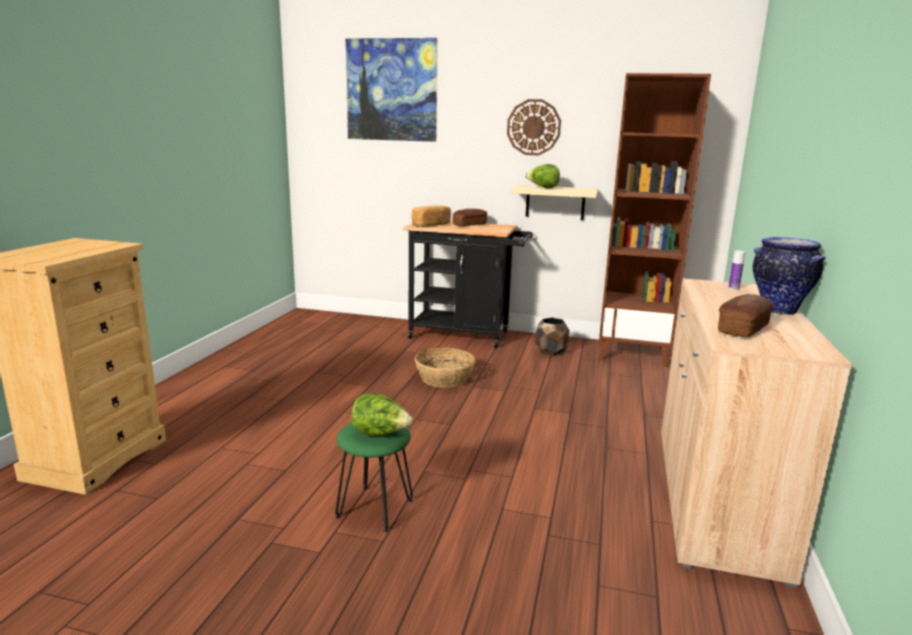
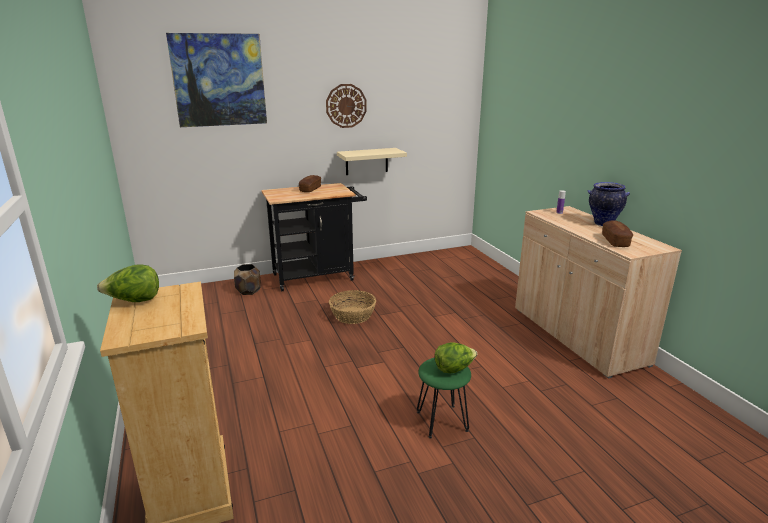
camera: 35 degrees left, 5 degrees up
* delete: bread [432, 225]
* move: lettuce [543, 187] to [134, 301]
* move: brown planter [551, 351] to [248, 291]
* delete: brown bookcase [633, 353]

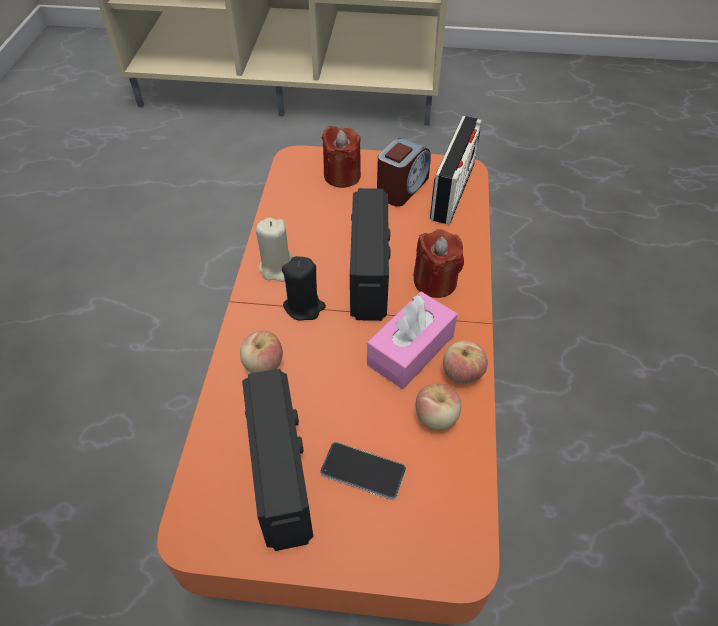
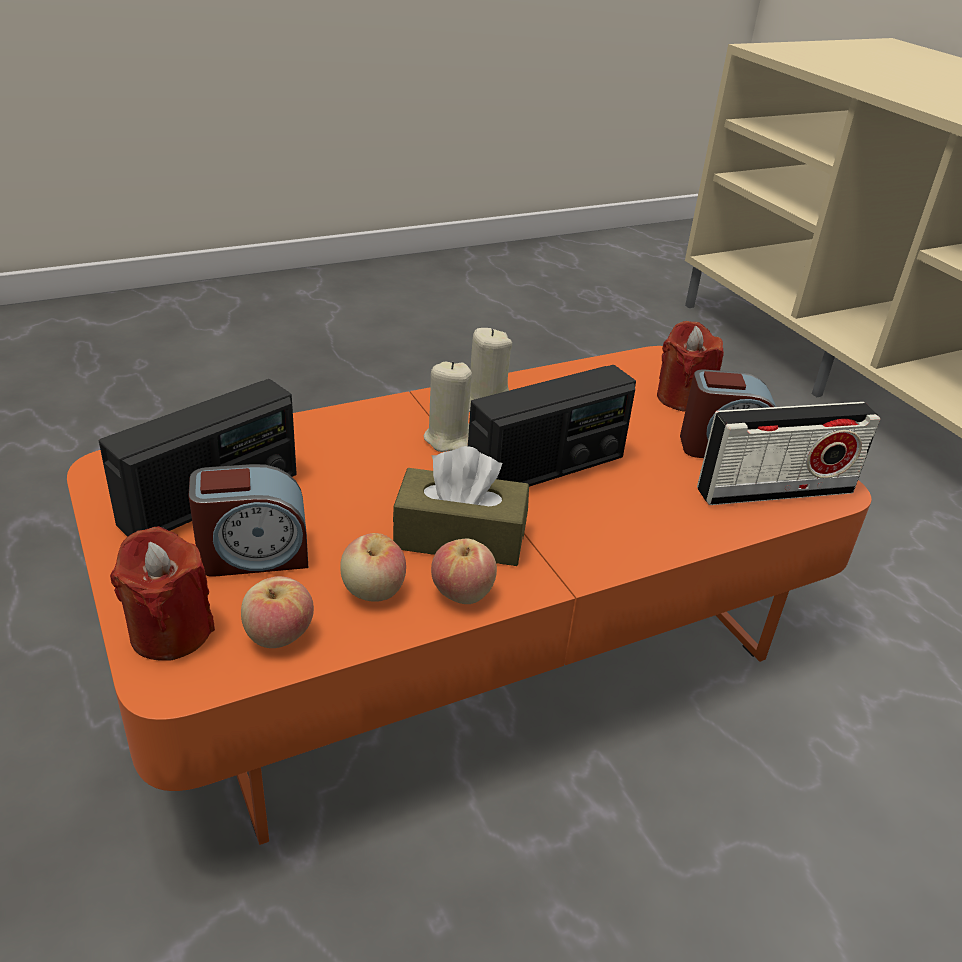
camera: 55 degrees right, 15 degrees down
* move: apple [263, 365] to [278, 635]
* recolor: black candle [304, 307] to beige candle [449, 439]
* replace: phone [363, 471] to alarm clock [253, 555]
* recolor: pink tissue box [410, 350] to brown tissue box [460, 537]
* move: red candle [435, 282] to [170, 632]

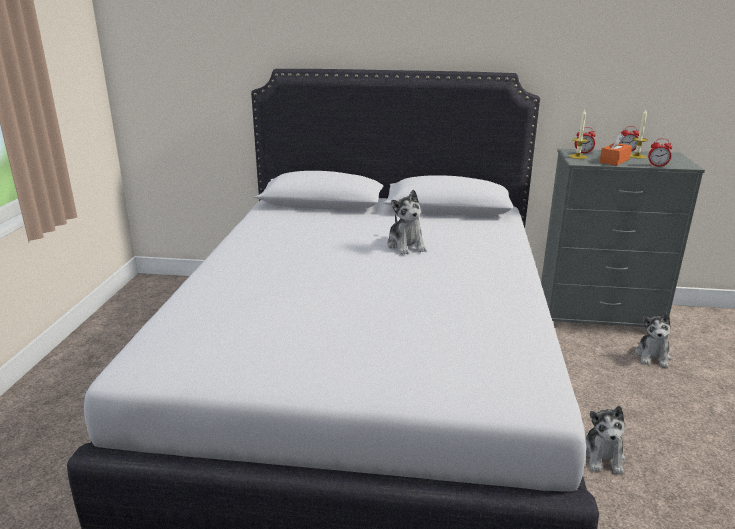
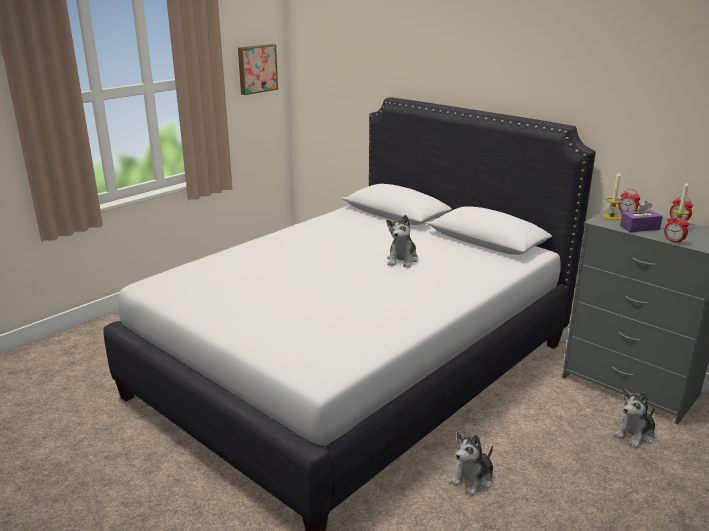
camera: 35 degrees right, 0 degrees up
* recolor: orange tissue box [614, 161] to purple tissue box [639, 228]
* insert: picture [256, 69]

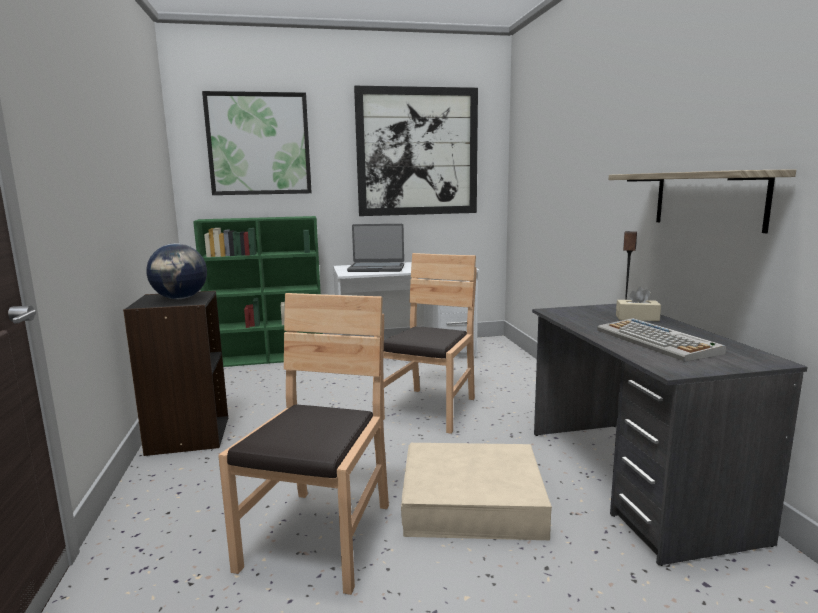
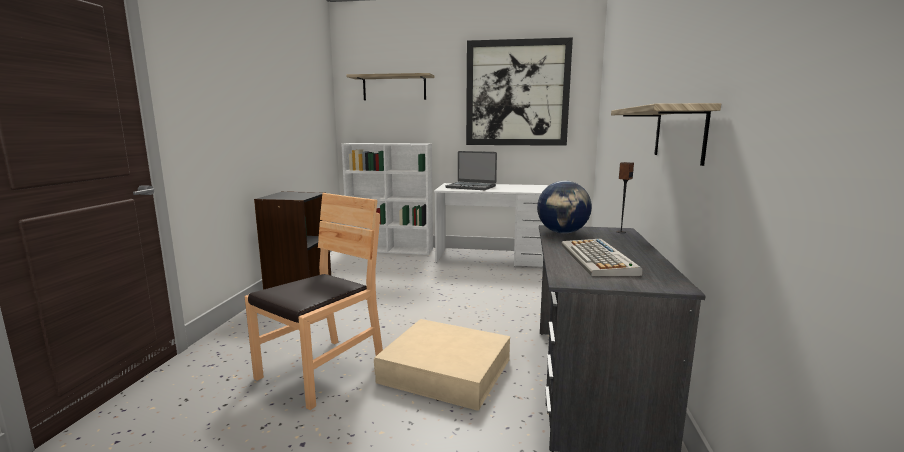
camera: 20 degrees right, 0 degrees up
* move: globe [180, 298] to [562, 233]
* recolor: green bookcase [269, 358] to white bookcase [391, 250]
* replace: picture [259, 144] to shelf [394, 88]
* delete: brown chair [429, 409]
* delete: beige tissue box [637, 318]

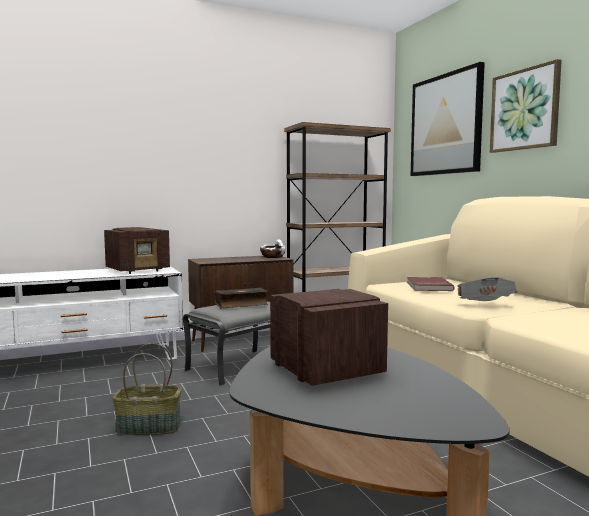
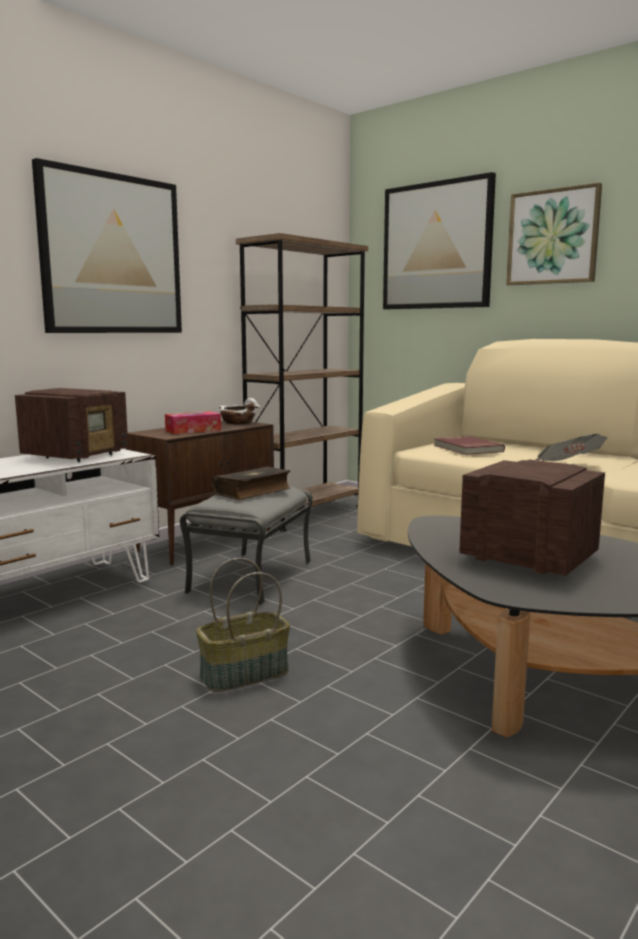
camera: 25 degrees left, 5 degrees up
* insert: picture [112, 255]
* insert: tissue box [193, 430]

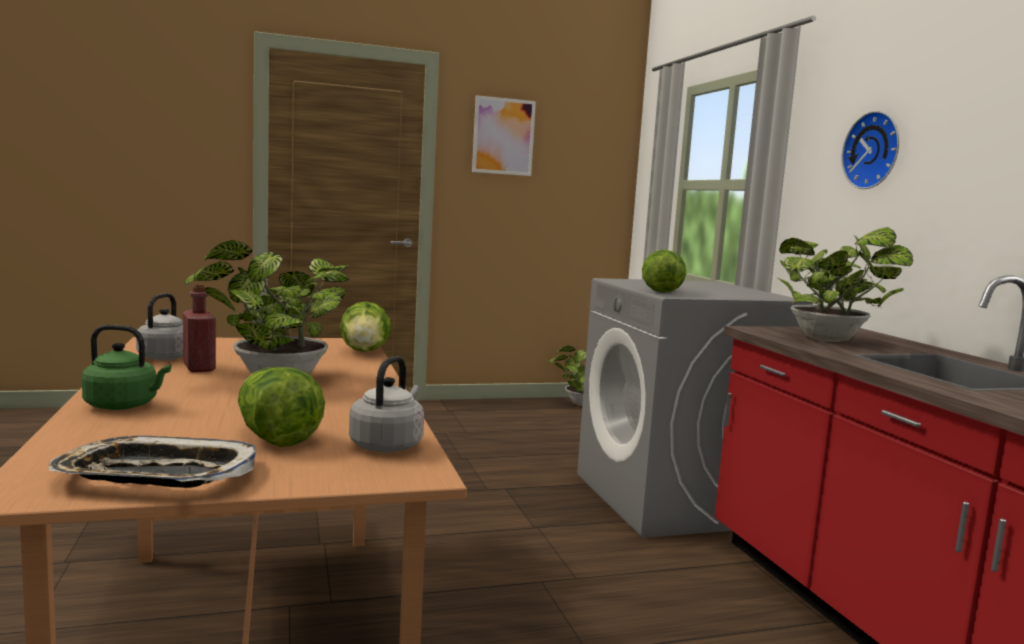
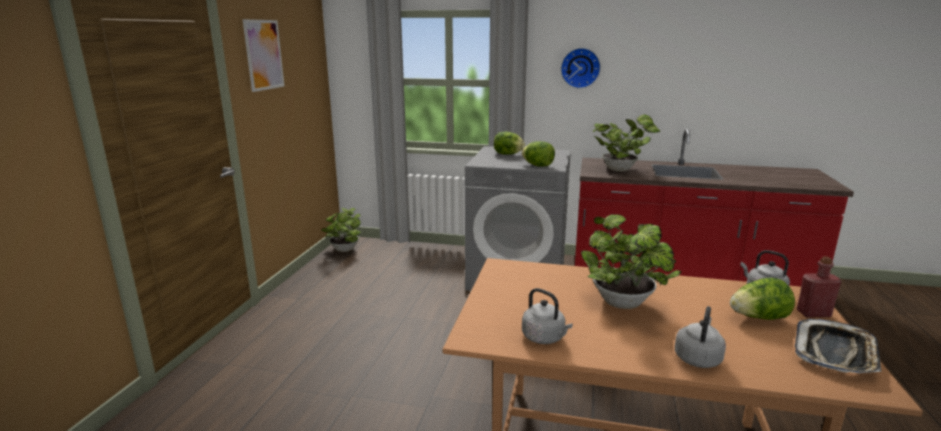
camera: 60 degrees left, 10 degrees up
* recolor: green kettle [125, 406] to grey kettle [698, 358]
* move: red bottle [199, 368] to [813, 313]
* move: lettuce [364, 351] to [508, 154]

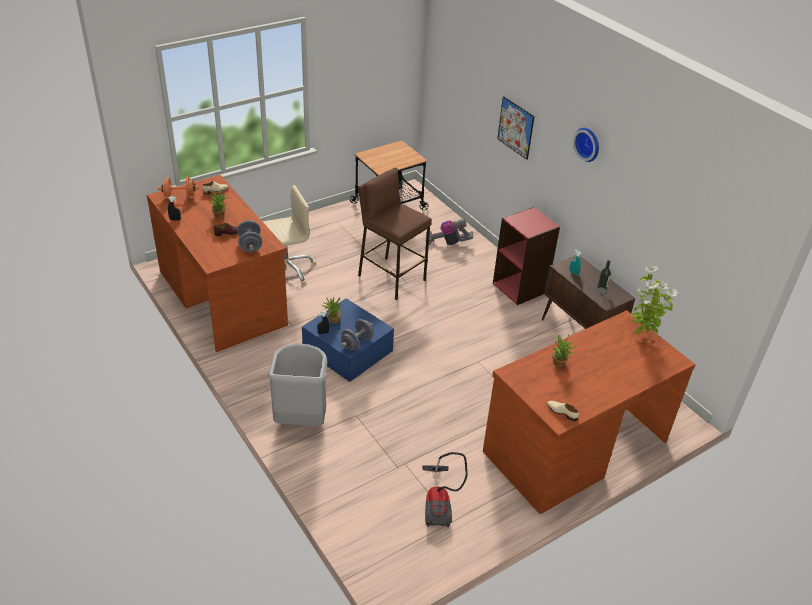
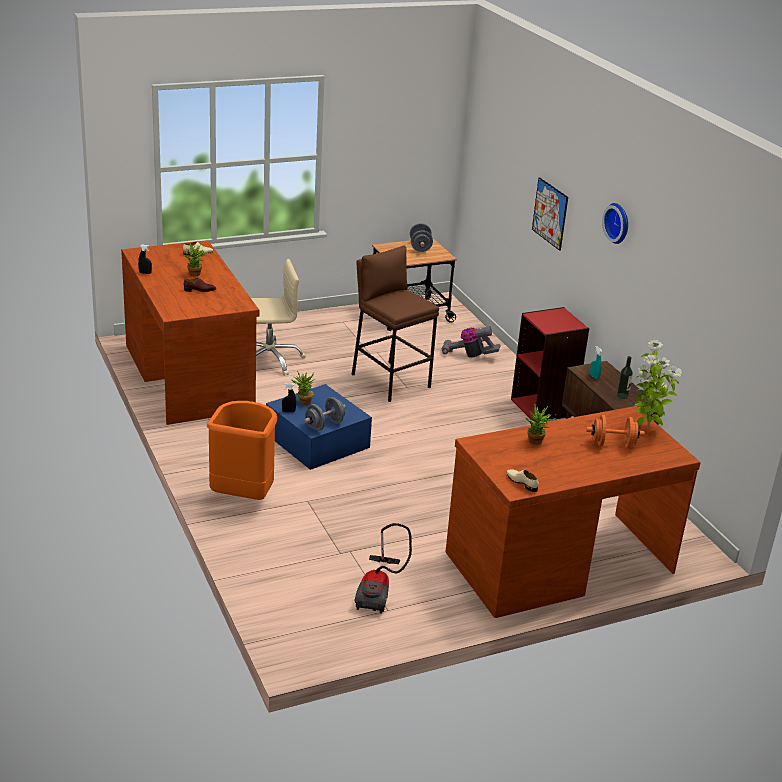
camera: 10 degrees right, 10 degrees down
* move: orange dumbbell [179, 197] to [613, 444]
* move: grey dumbbell [250, 245] to [420, 247]
* recolor: grey trash can [301, 419] to orange trash can [243, 496]

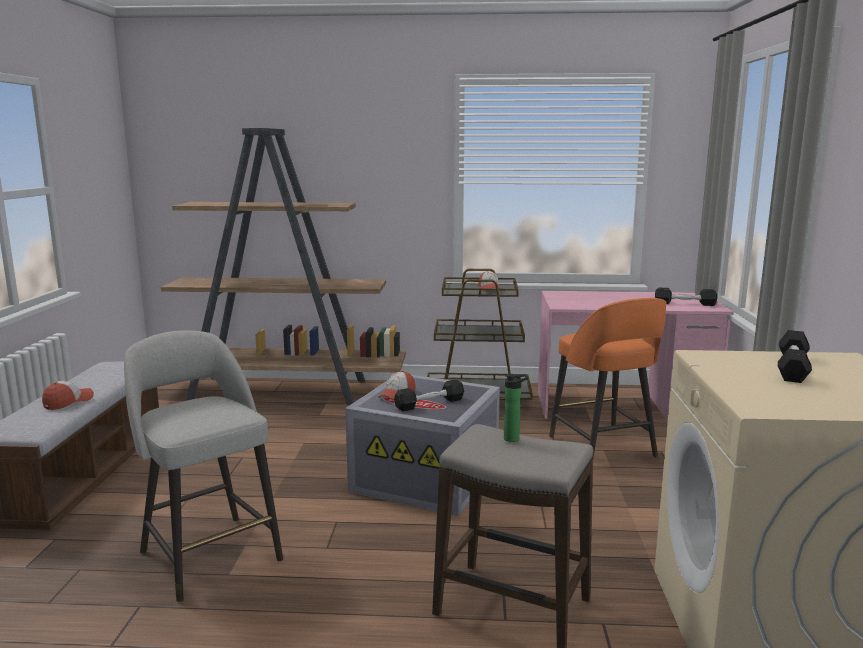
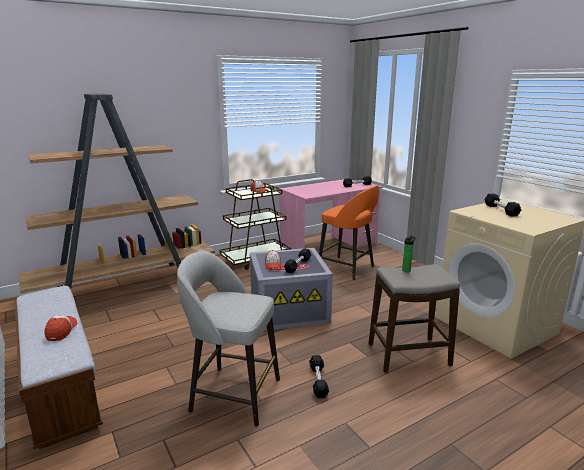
camera: 35 degrees left, 5 degrees up
* insert: black dumbbell [318, 381]

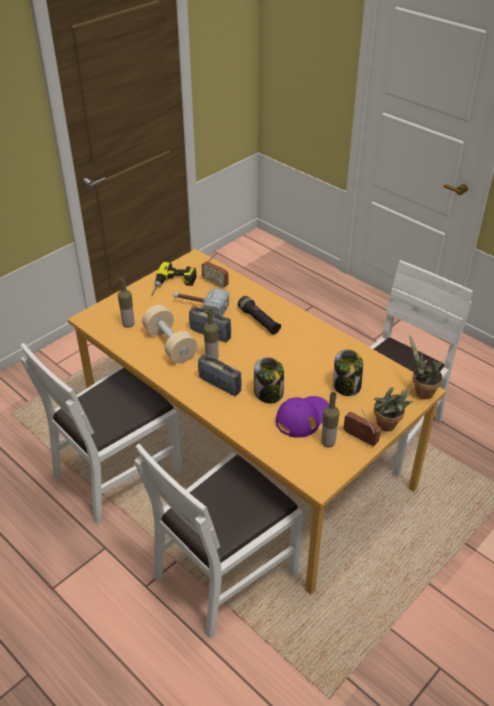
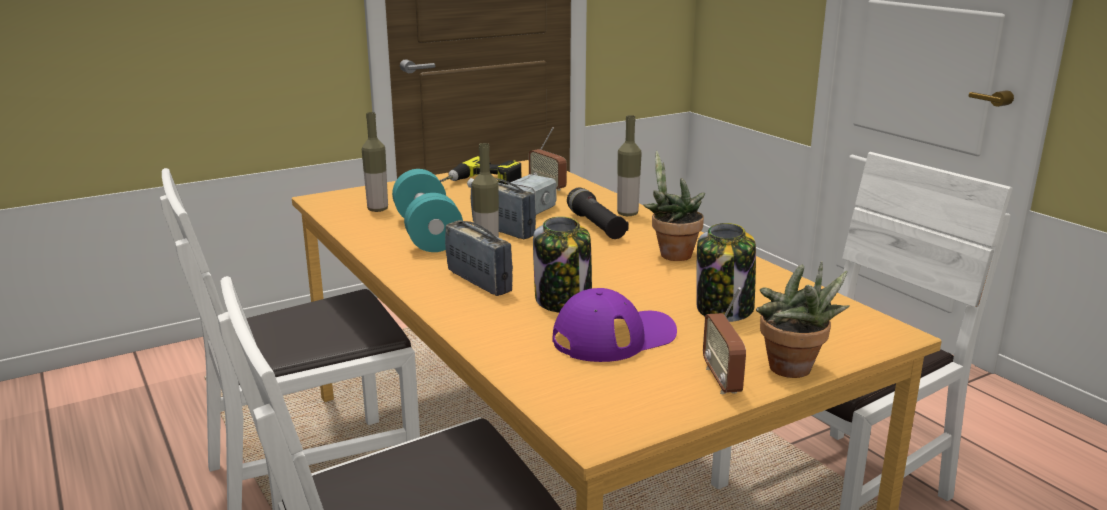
camera: 15 degrees right, 20 degrees down
* recolor: beige dumbbell [170, 344] to turquoise dumbbell [427, 233]
* move: bottle [328, 442] to [627, 214]
* rotate: radio [360, 438] = [722, 380] 150 degrees counterclockwise
* move: potted plant [421, 392] to [671, 254]

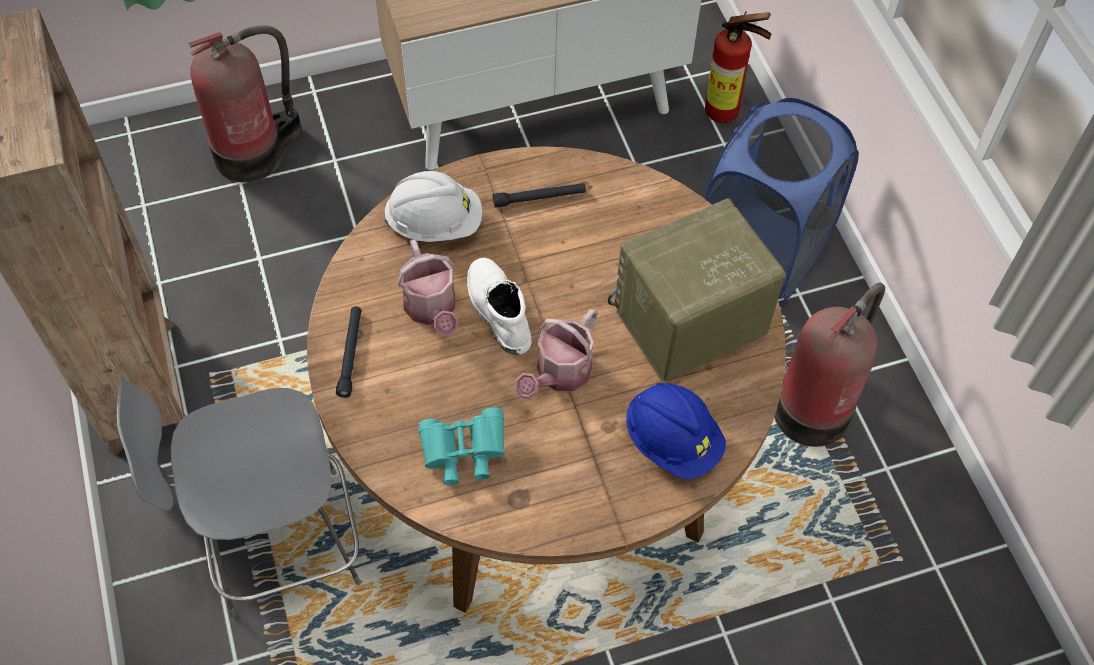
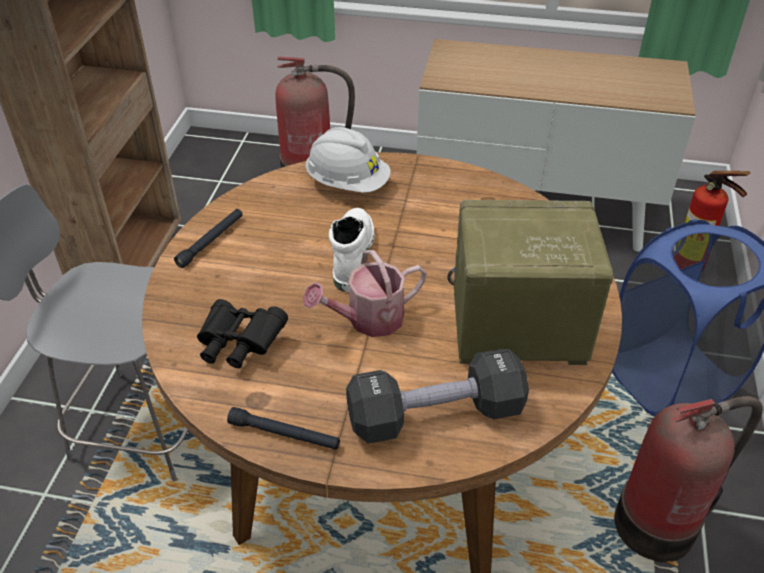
camera: 30 degrees right, 15 degrees down
* delete: watering can [432, 309]
* recolor: turquoise binoculars [463, 454] to black binoculars [239, 345]
* move: black flashlight [539, 198] to [284, 434]
* replace: blue hard hat [672, 441] to black dumbbell [435, 414]

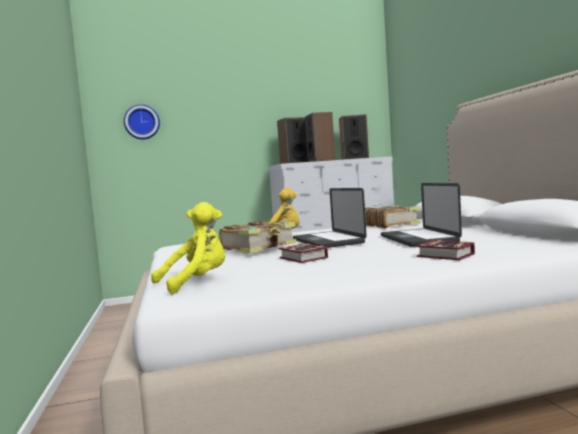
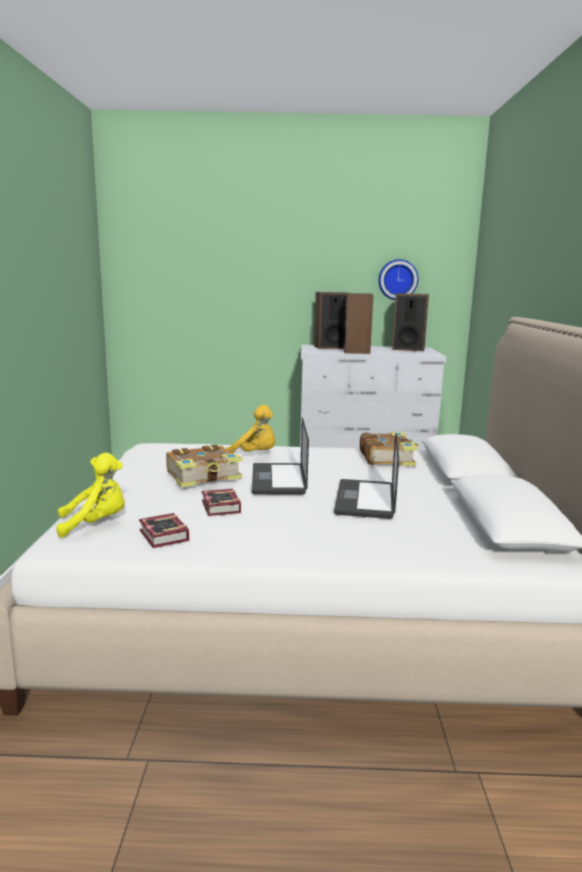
camera: 15 degrees right, 10 degrees up
* move: wall clock [142, 122] to [397, 280]
* move: book [447, 256] to [163, 536]

